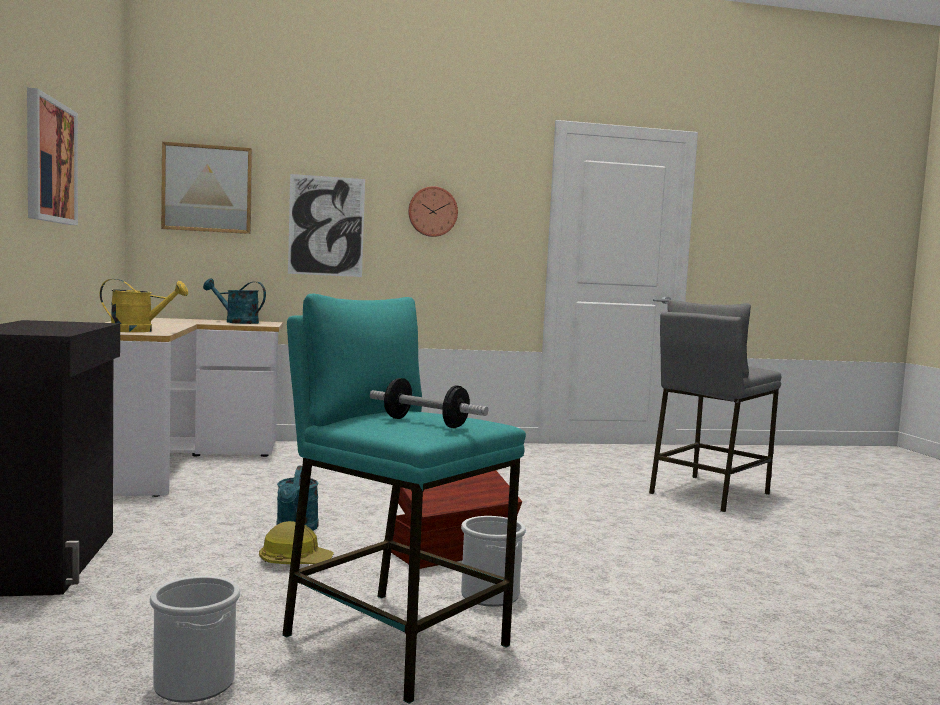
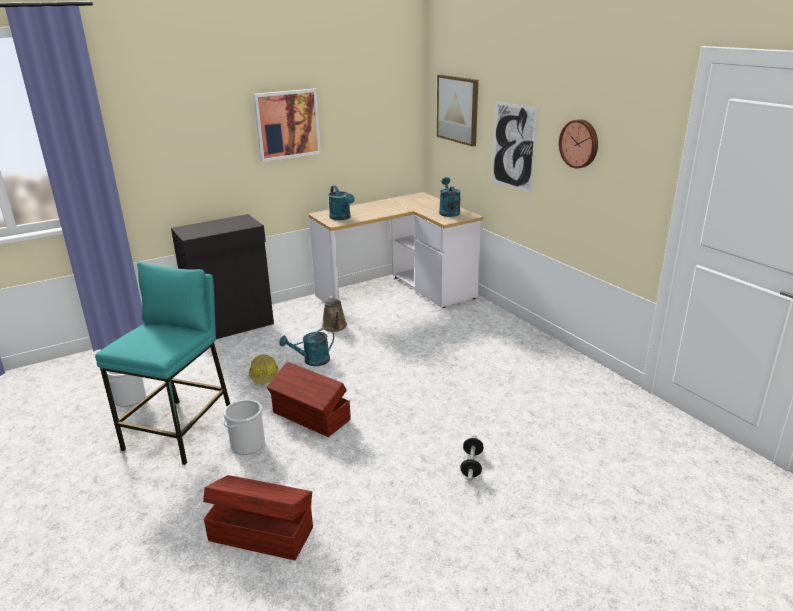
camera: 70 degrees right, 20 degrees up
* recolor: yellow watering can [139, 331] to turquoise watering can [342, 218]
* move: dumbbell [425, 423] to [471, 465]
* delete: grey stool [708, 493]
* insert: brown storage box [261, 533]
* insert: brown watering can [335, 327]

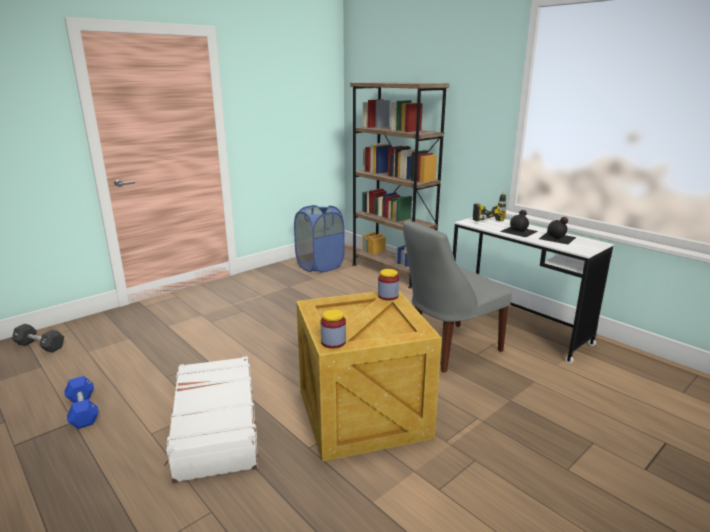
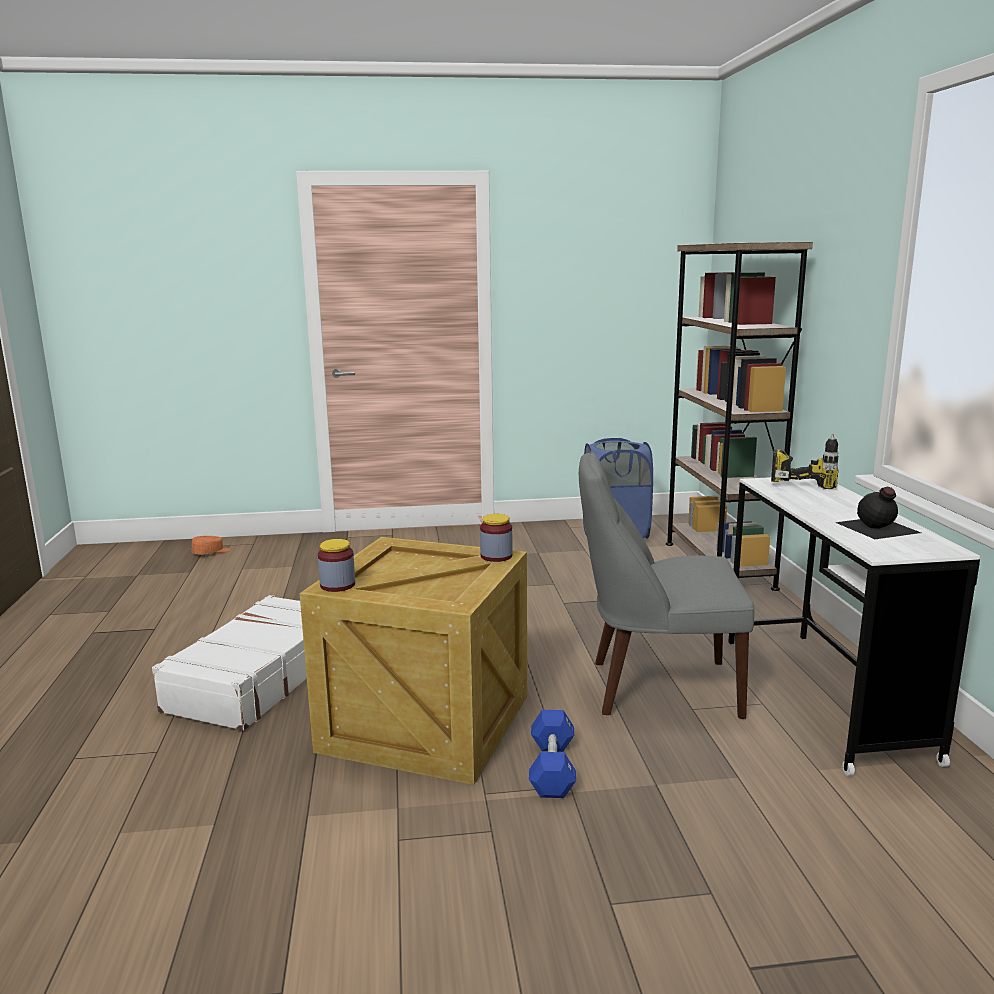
camera: 35 degrees right, 5 degrees down
* replace: black dumbbell [40, 346] to orange cap [211, 552]
* move: blue dumbbell [83, 410] to [552, 768]
* delete: black bottle [519, 231]

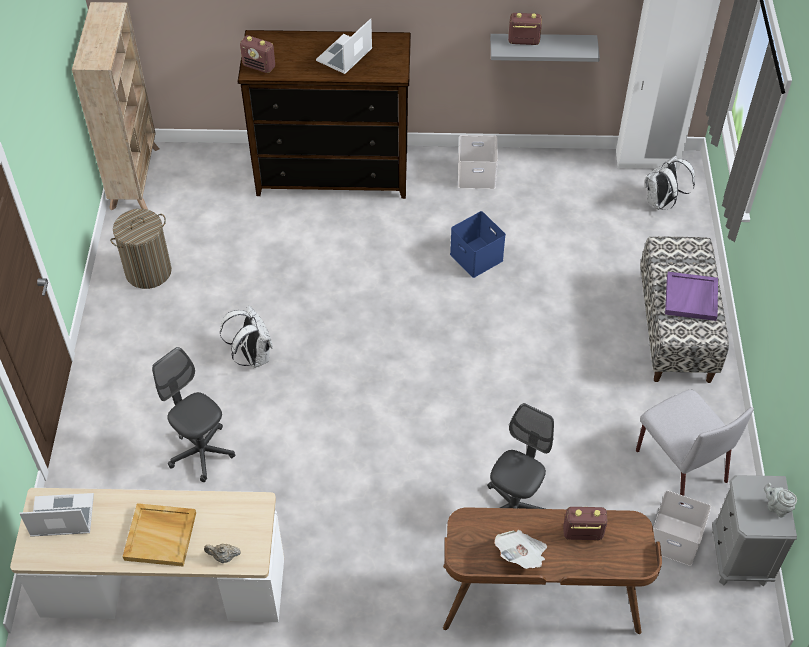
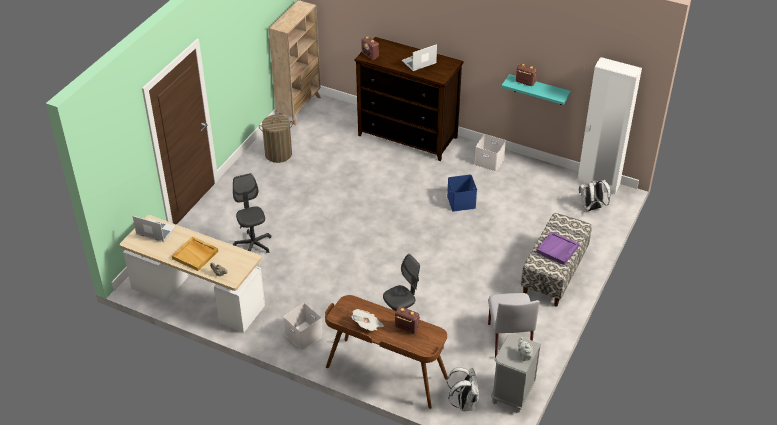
camera: 25 degrees right, 10 degrees down
* move: white backpack [252, 356] to [464, 403]
* recolor: grey shelf [542, 46] to turquoise shelf [539, 90]
* move: white storage box [673, 539] to [302, 335]

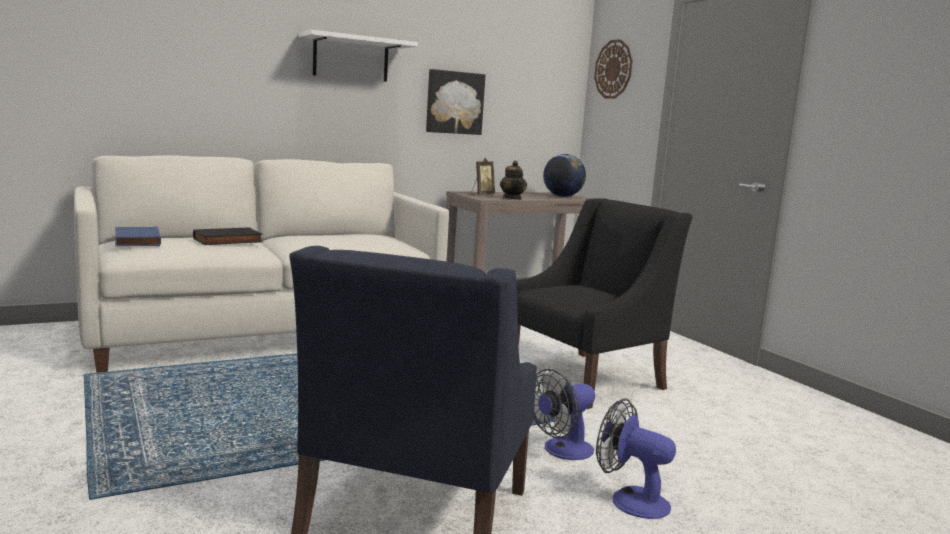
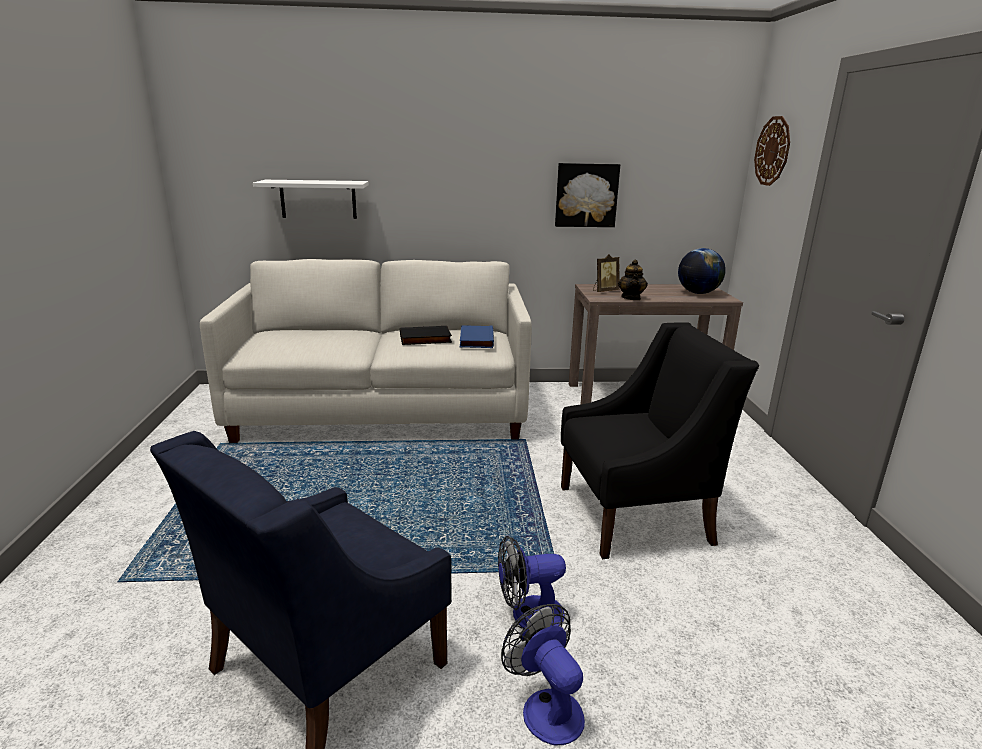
camera: 25 degrees right, 10 degrees up
* move: blue book [135, 240] to [475, 340]
* move: black book [228, 241] to [425, 339]
* move: white shelf [351, 58] to [318, 199]

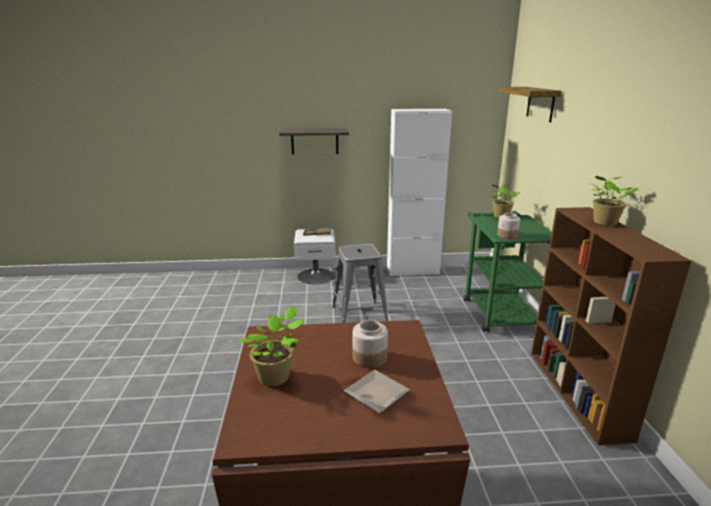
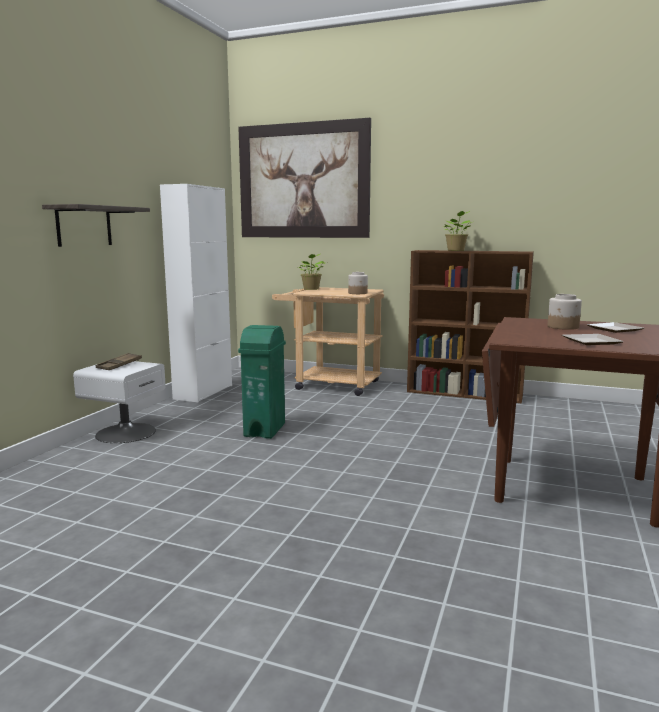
camera: 65 degrees left, 10 degrees down
* replace: potted plant [276, 377] to plate [590, 342]
* replace: grey stool [359, 315] to green trash can [265, 430]
* recolor: green cart [498, 310] to beige cart [330, 384]
* replace: shelf [540, 104] to picture [303, 181]

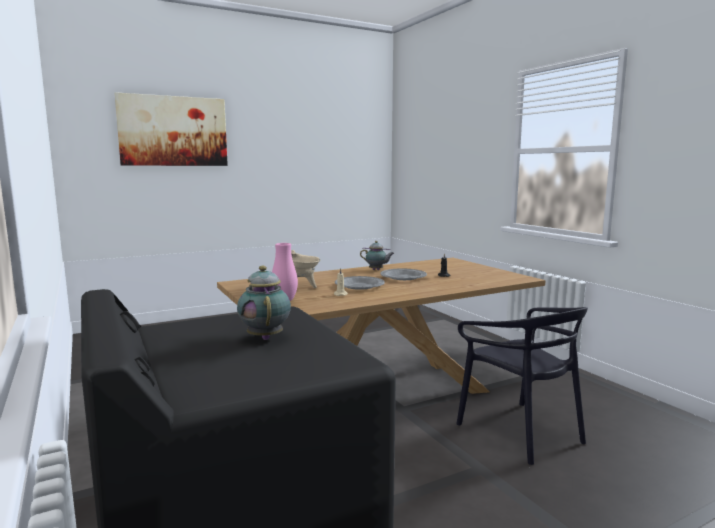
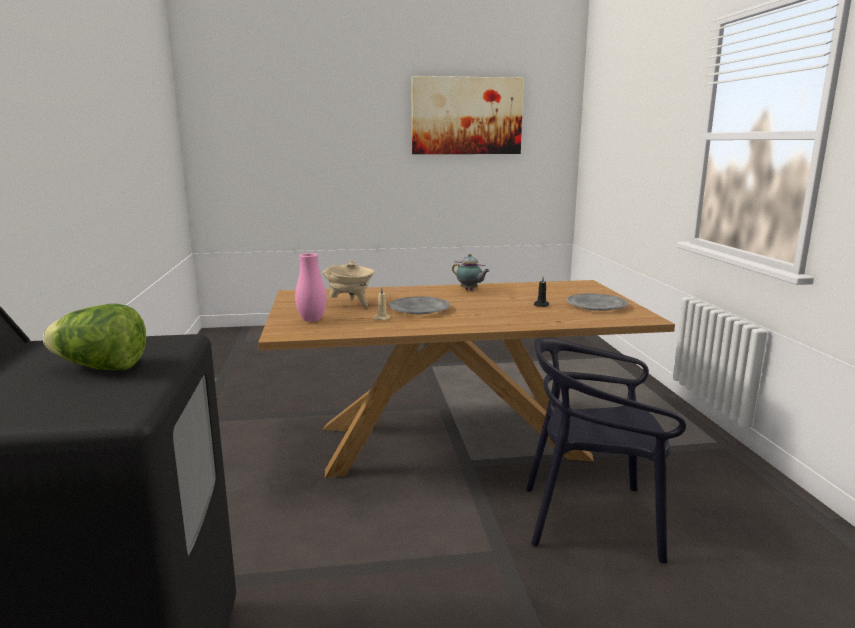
camera: 20 degrees right, 5 degrees up
* move: picture [173, 131] to [467, 116]
* replace: teapot [265, 337] to lettuce [101, 368]
* move: grey plate [403, 277] to [596, 306]
* rotate: black chair [520, 431] = [592, 519] 105 degrees clockwise

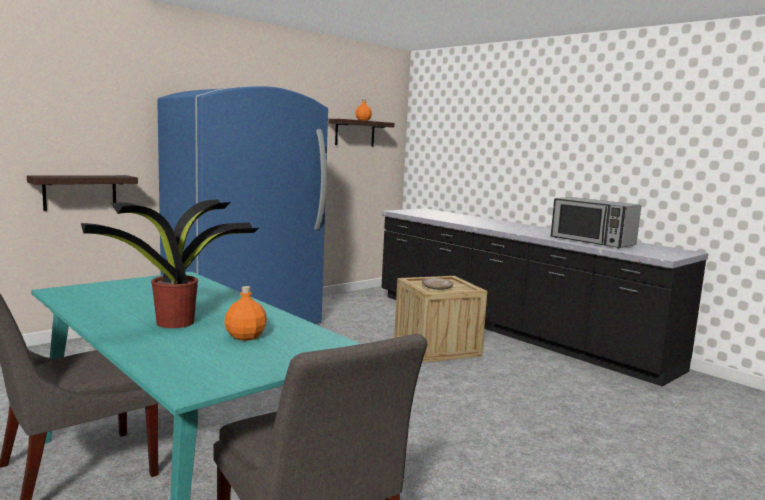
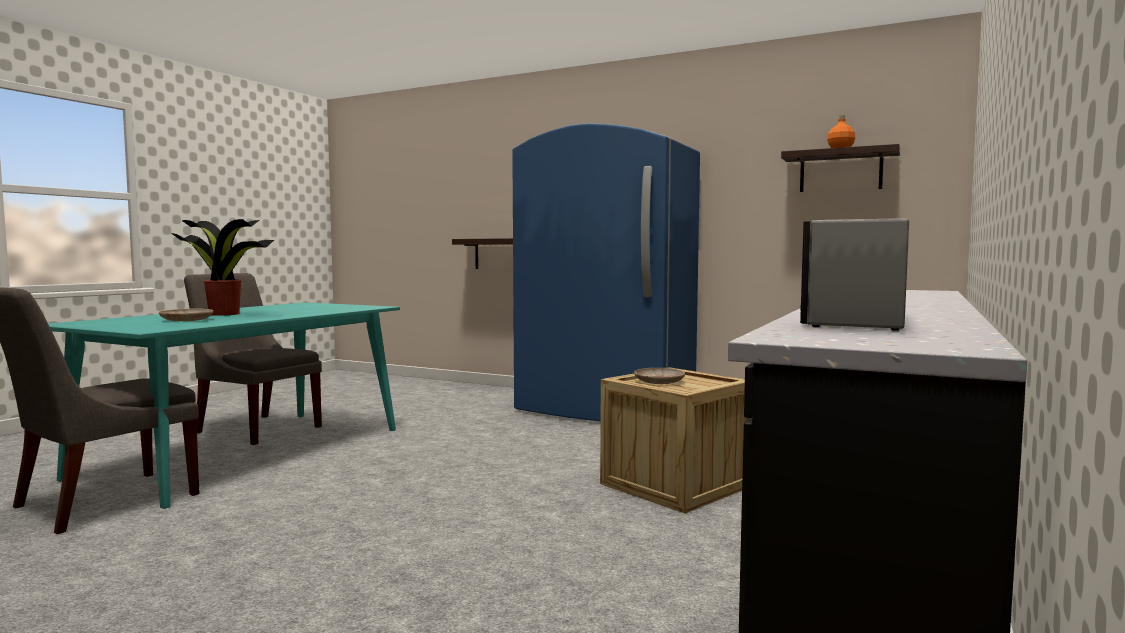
camera: 70 degrees right, 5 degrees down
* replace: orange bottle [245, 336] to beige plate [187, 320]

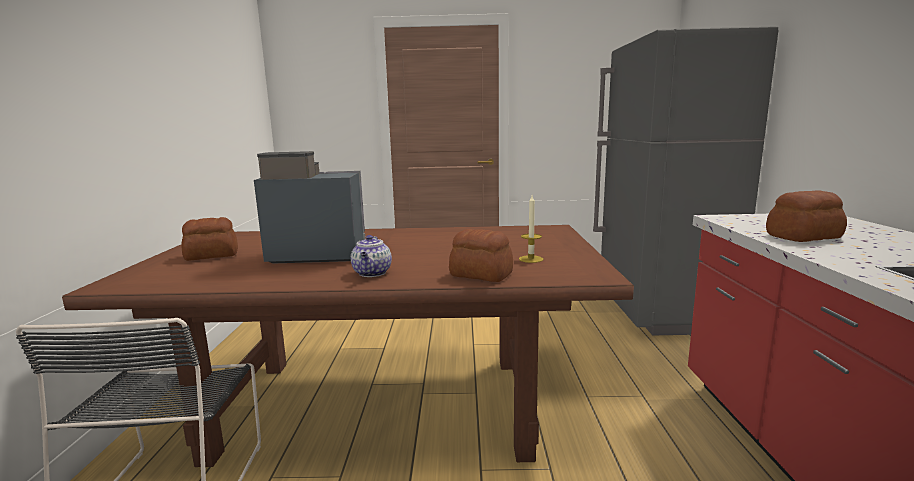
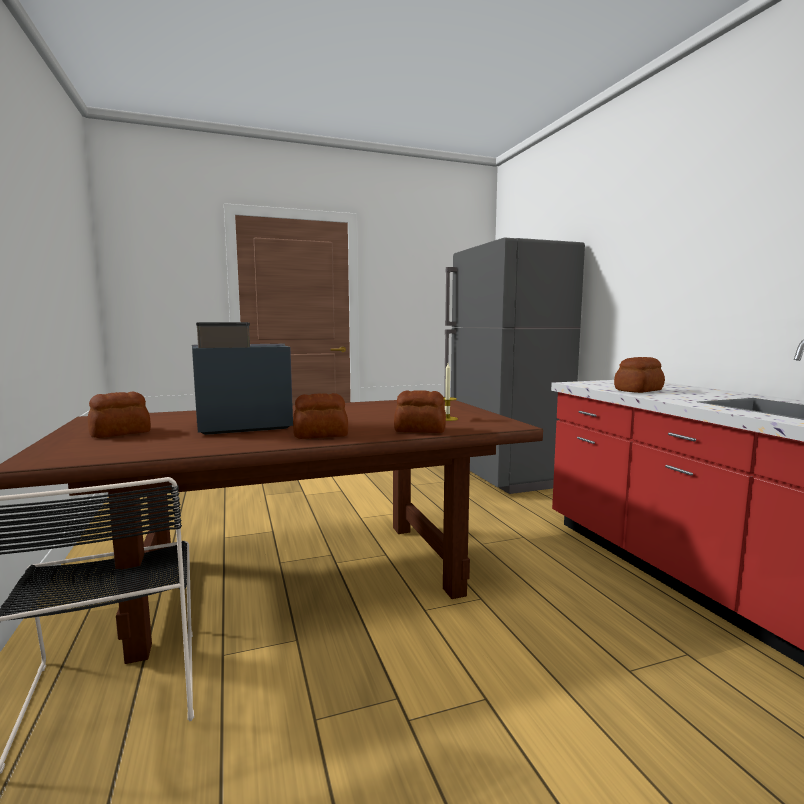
camera: 20 degrees left, 5 degrees down
* replace: teapot [372, 273] to bread [321, 435]

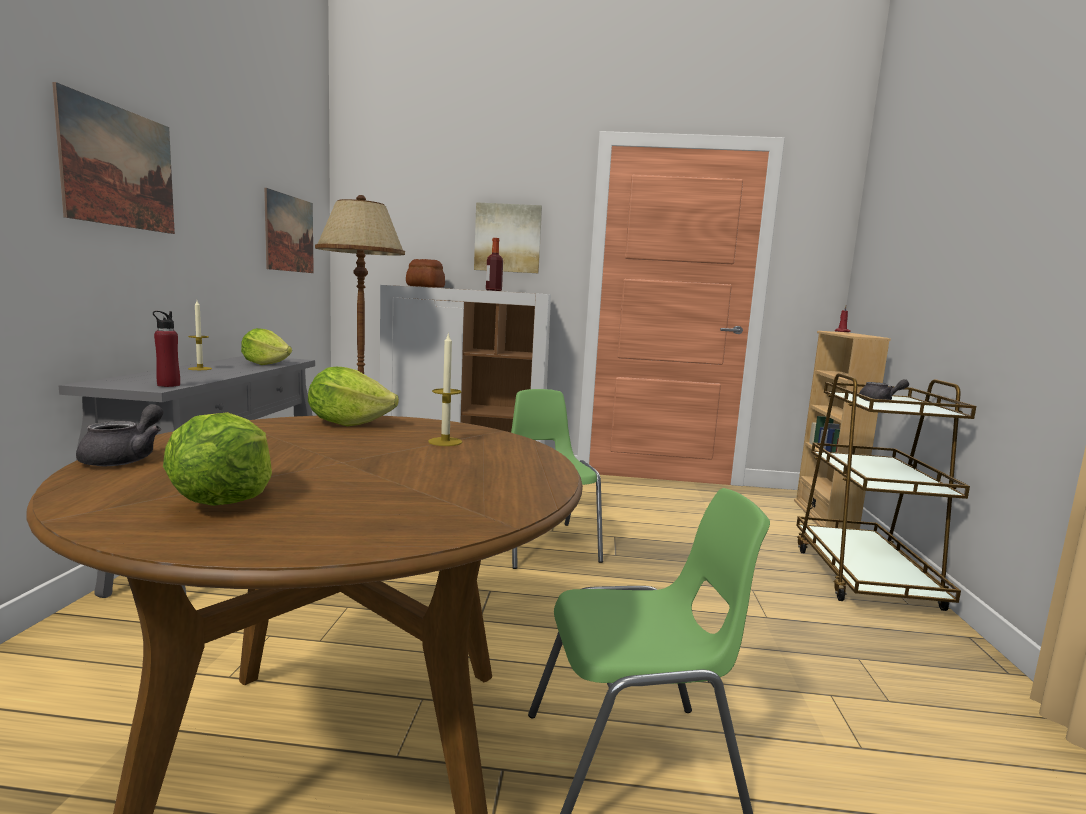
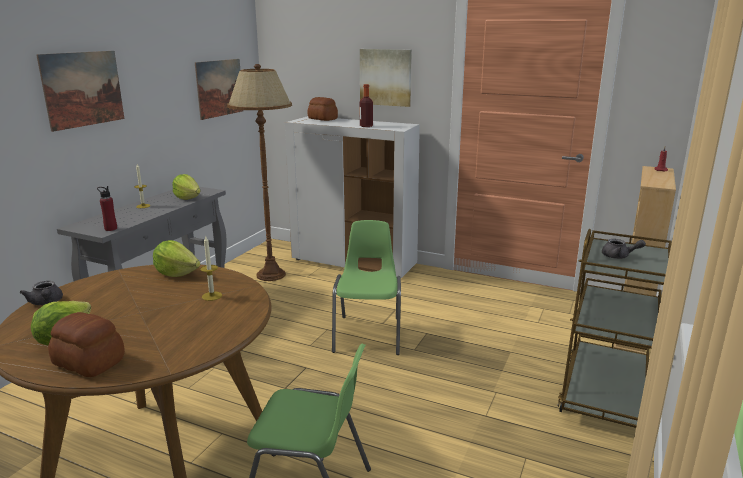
camera: 20 degrees right, 10 degrees up
* rotate: grey teapot [125, 458] = [46, 303] 120 degrees clockwise
* insert: bread [89, 362]

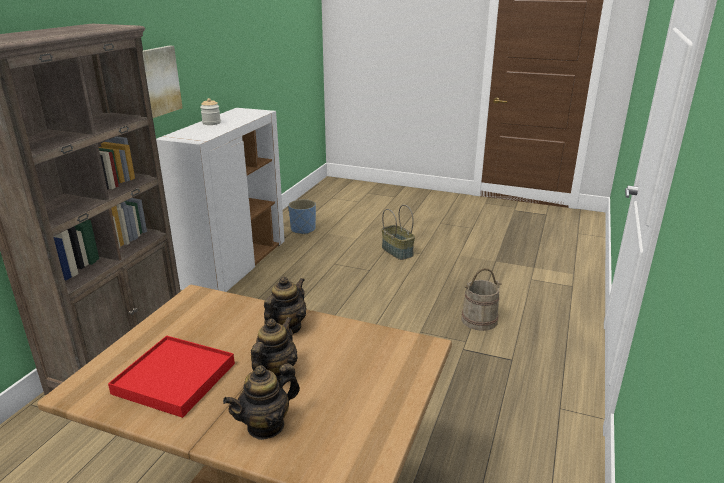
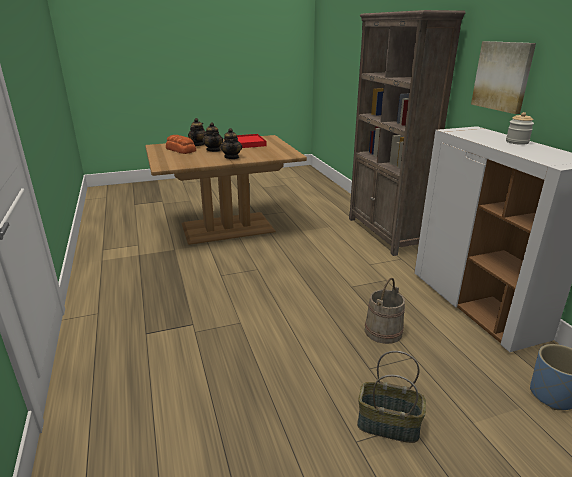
camera: 140 degrees right, 0 degrees up
* move: beige bucket [479, 320] to [383, 331]
* insert: bread [180, 150]

